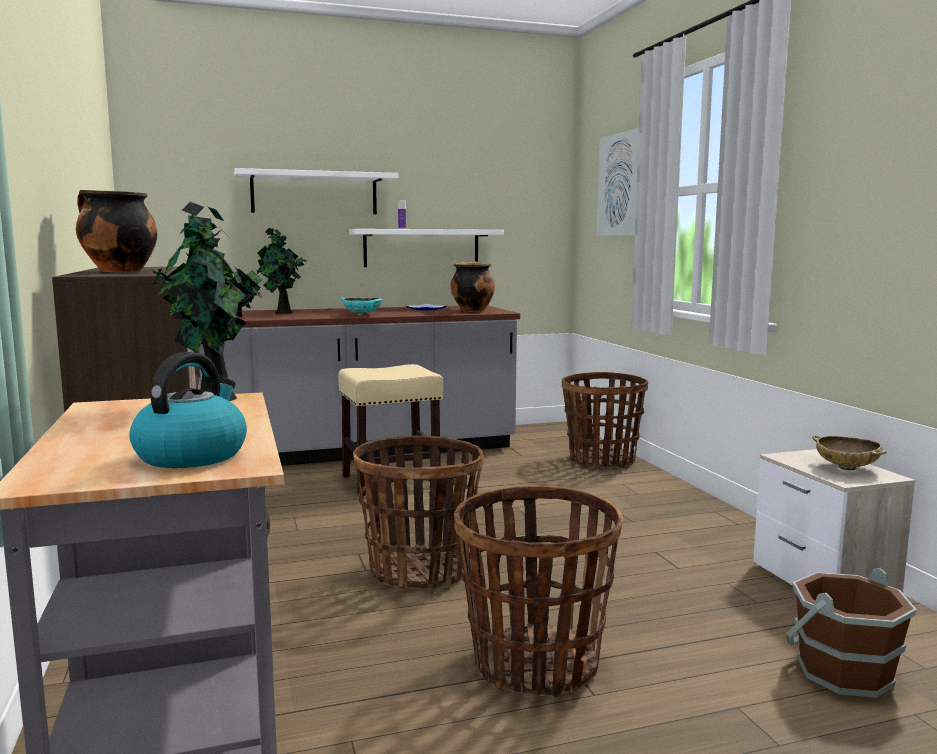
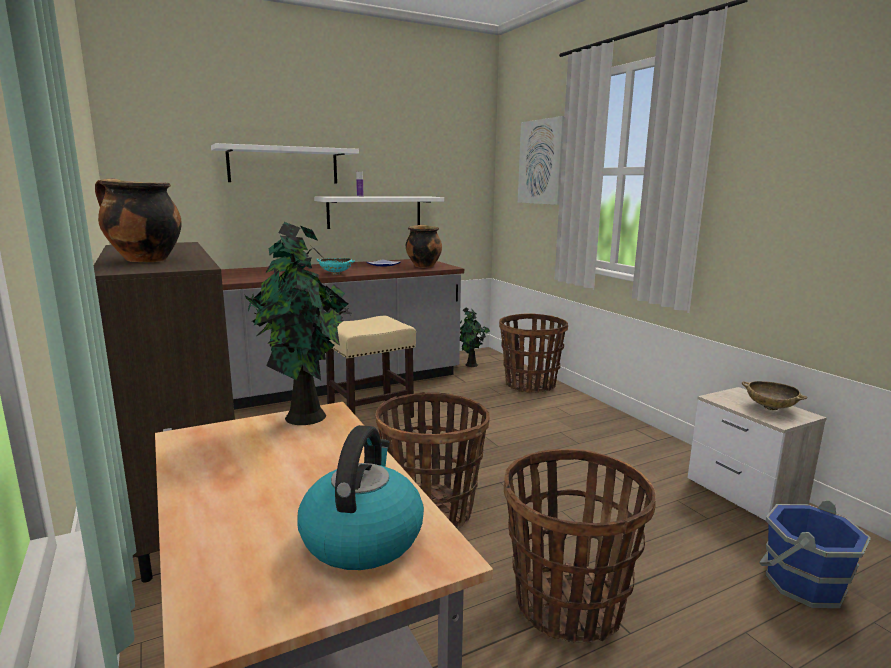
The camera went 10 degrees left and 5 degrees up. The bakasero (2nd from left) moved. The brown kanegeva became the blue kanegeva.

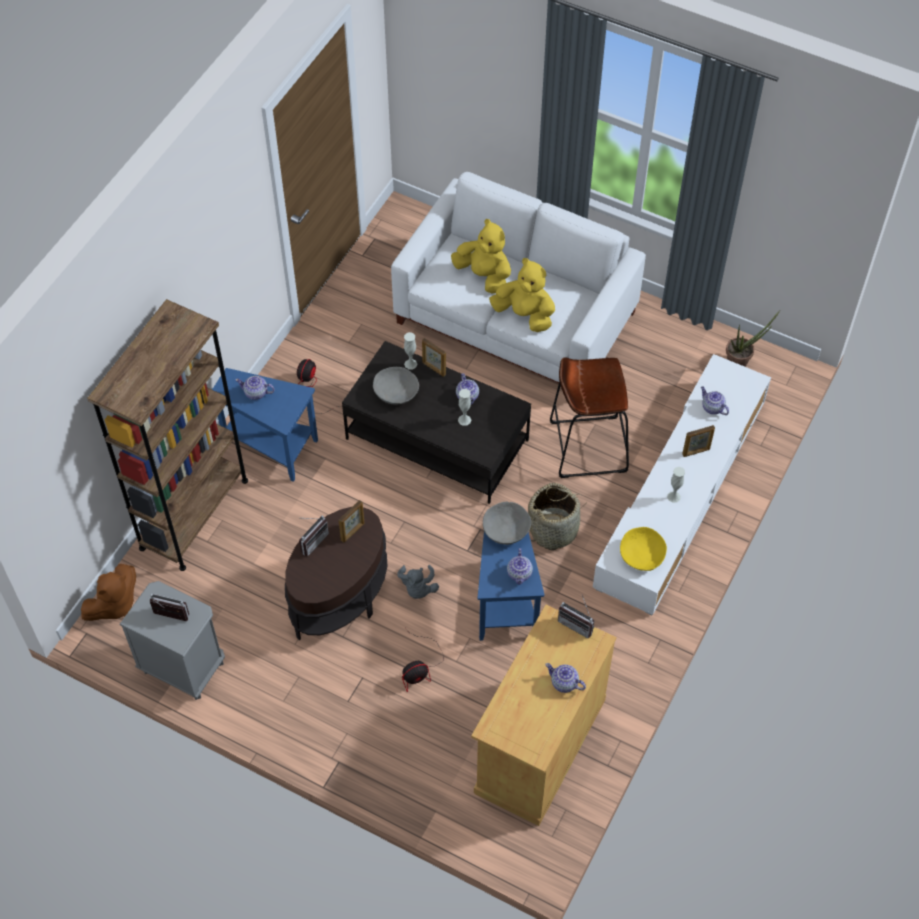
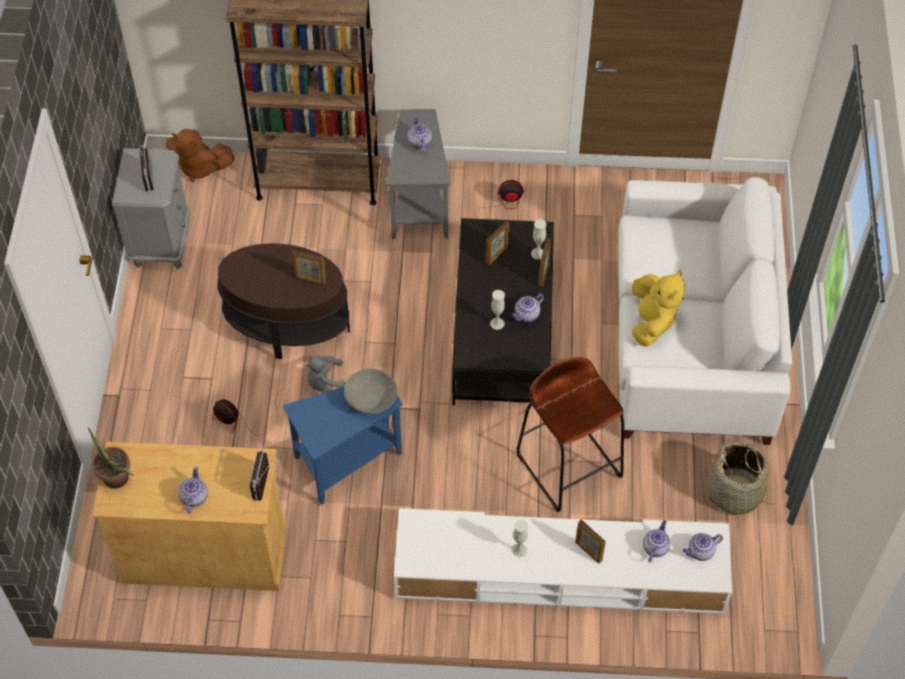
The camera went 65 degrees right and 0 degrees up. The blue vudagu (1st from left) became the grey vudagu. The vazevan (2nd from left) disappeared. The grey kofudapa (1st from left) was replaced by the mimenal (2nd from left). The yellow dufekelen (1st from left) disappeared. The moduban (3rd from left in the first image) moved. The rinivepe moved. The yellow kofudapa disappeared. The bakasero moved.

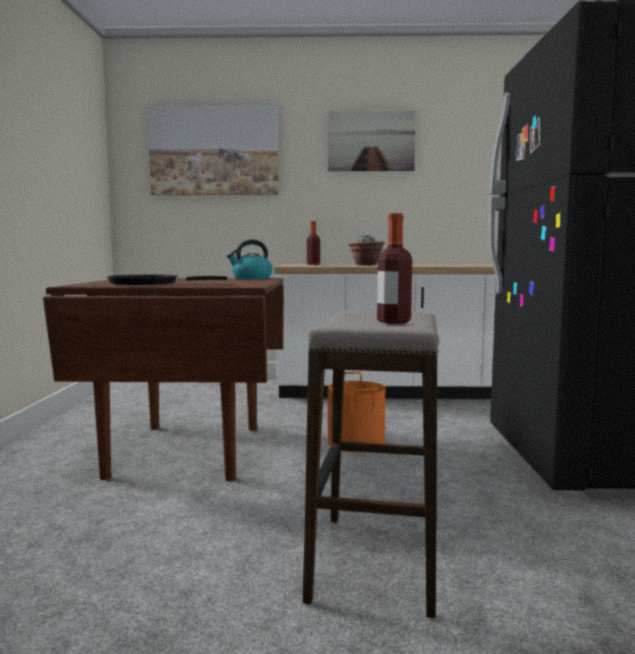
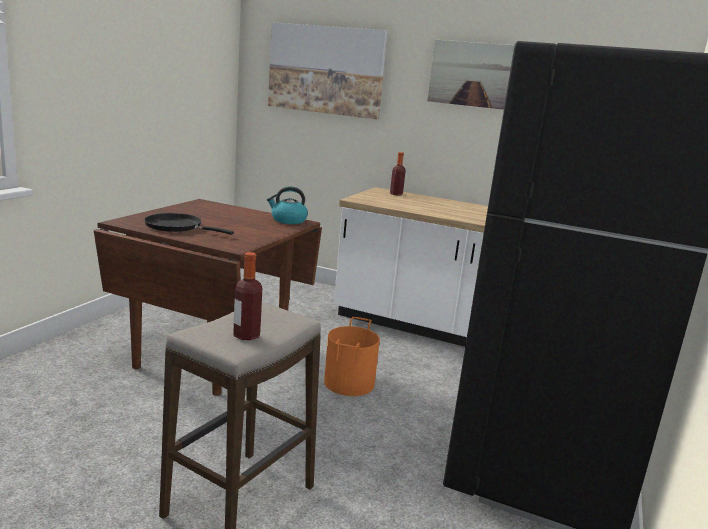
The camera went 20 degrees right and 10 degrees up. The bakasero disappeared.

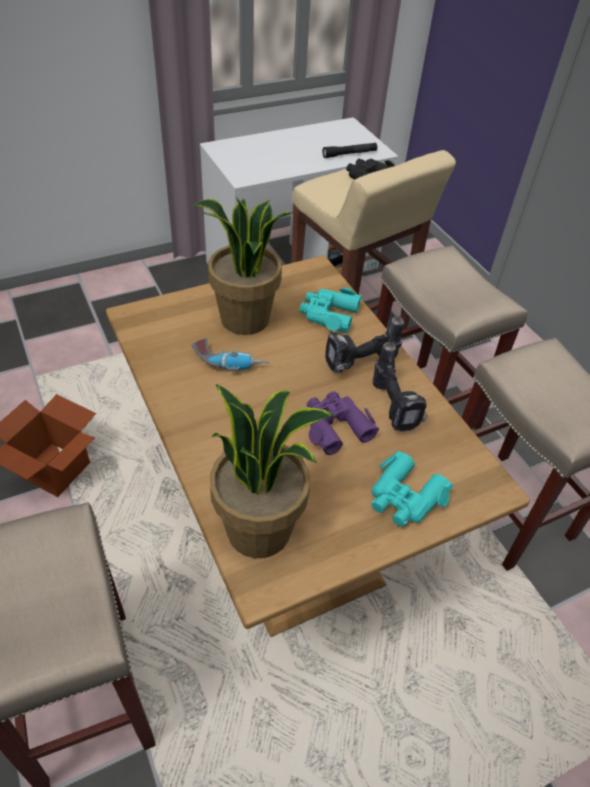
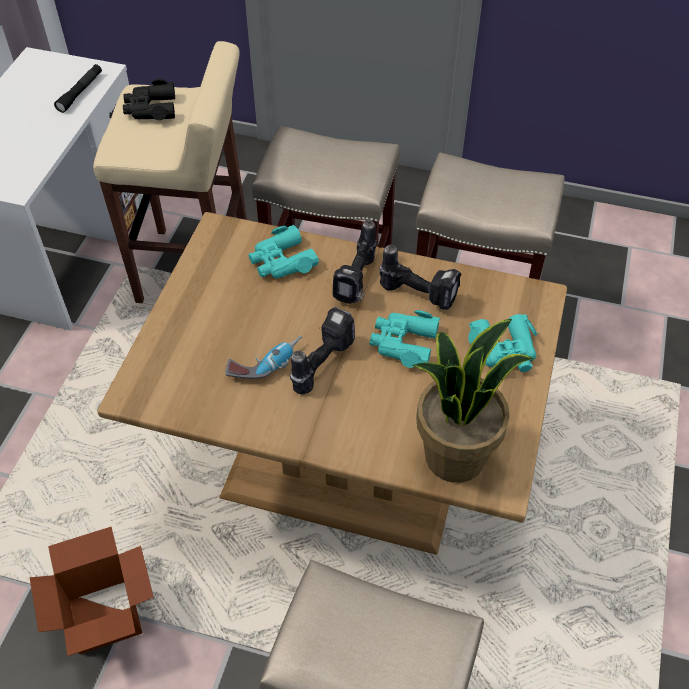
The camera went 45 degrees left and 5 degrees up. The bakasero (1st from left) disappeared. The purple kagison became the turquoise kagison (2nd from left). The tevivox (2nd from left) appeared.

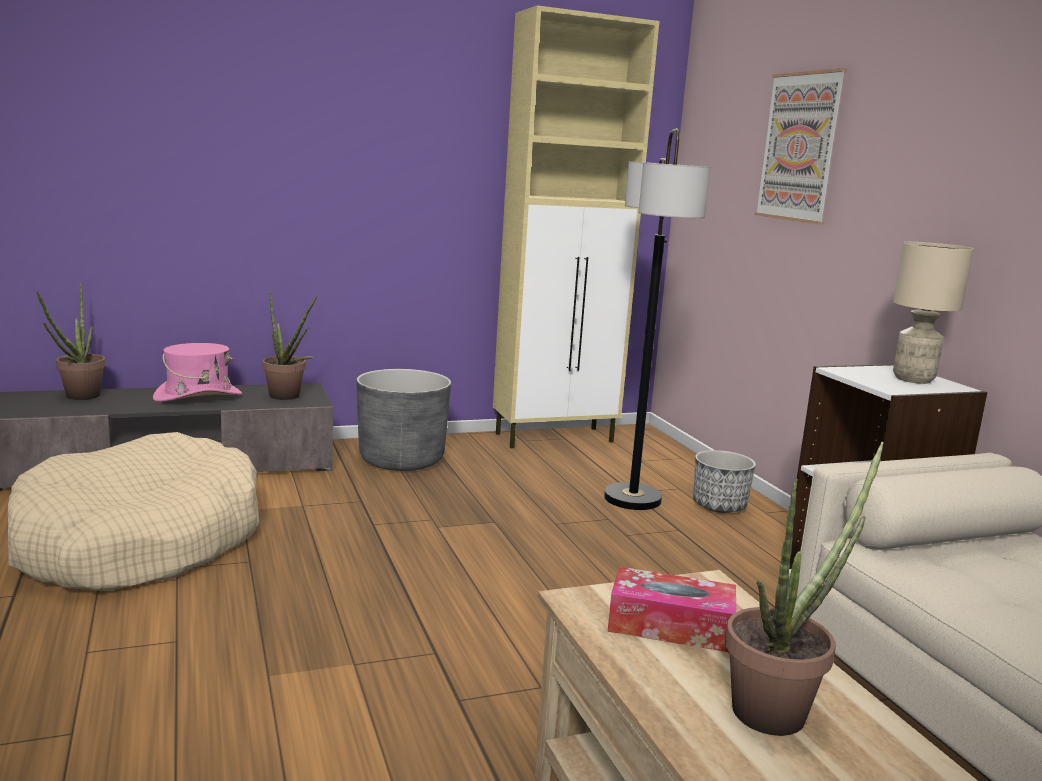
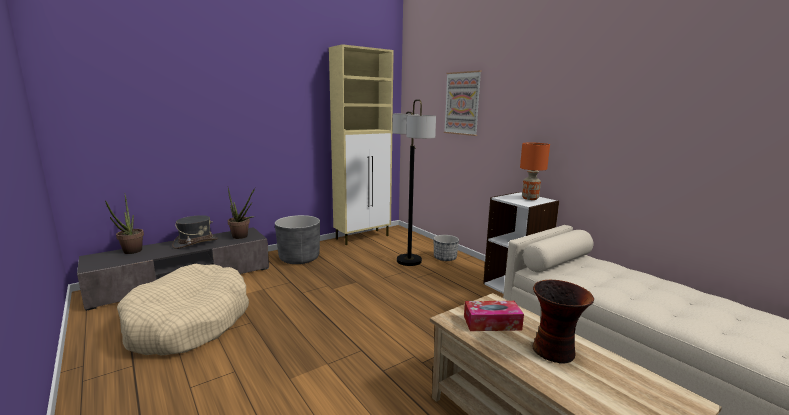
The camera went 15 degrees left and 0 degrees up. The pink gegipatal became the grey gegipatal. The bakasero (3rd from left) was replaced by the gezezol. The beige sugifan became the orange sugifan.

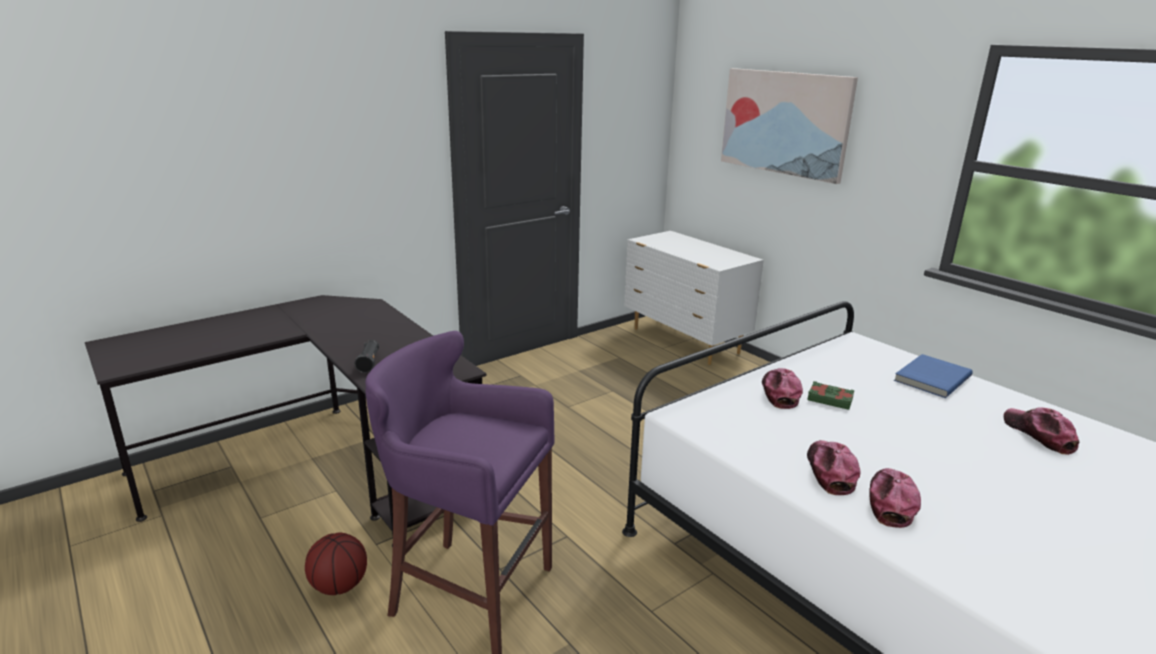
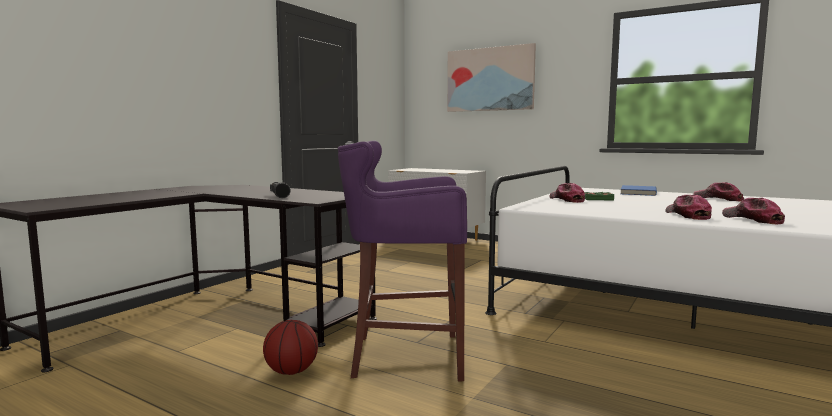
The camera went 20 degrees left and 15 degrees down. The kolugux (2nd from left in the first image) moved.

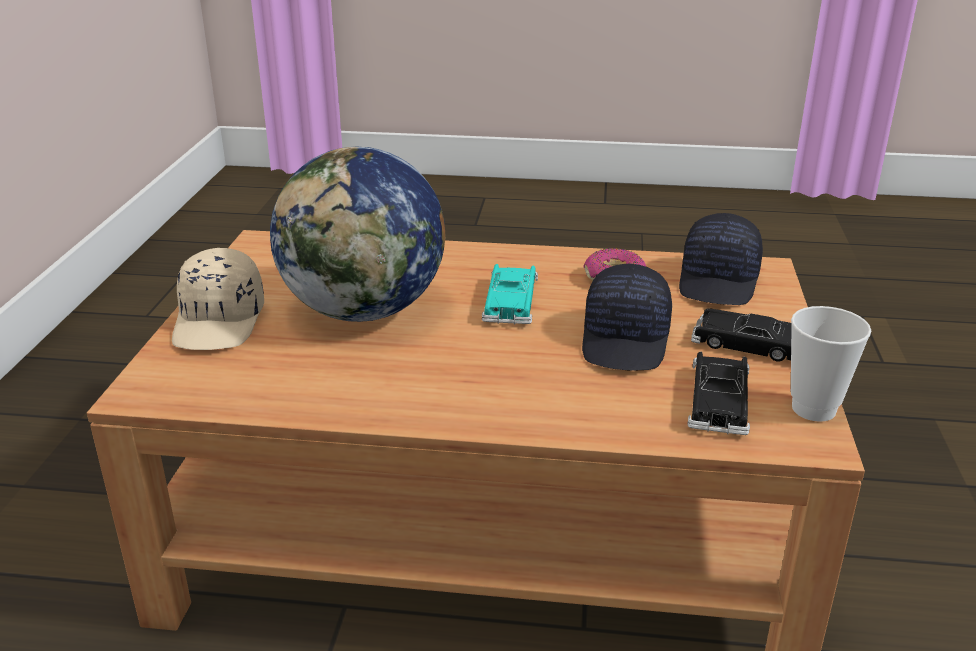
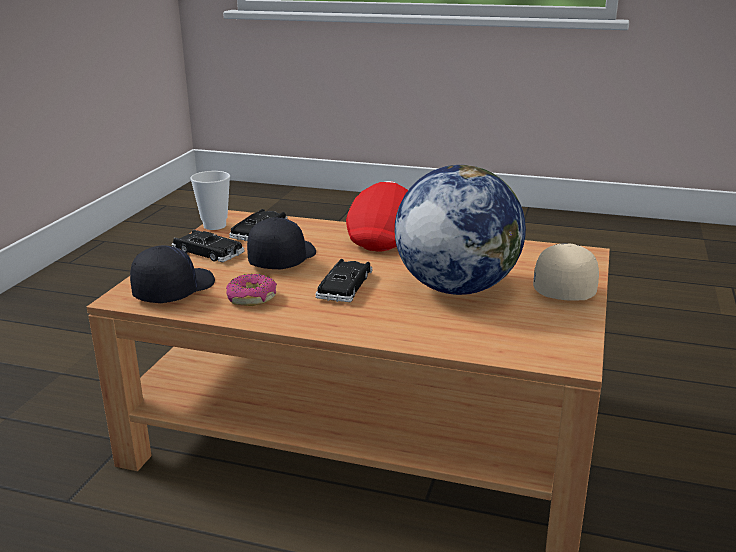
The camera went 170 degrees left and 5 degrees down. The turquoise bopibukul became the black bopibukul (3rd from left). The red kolugux appeared.

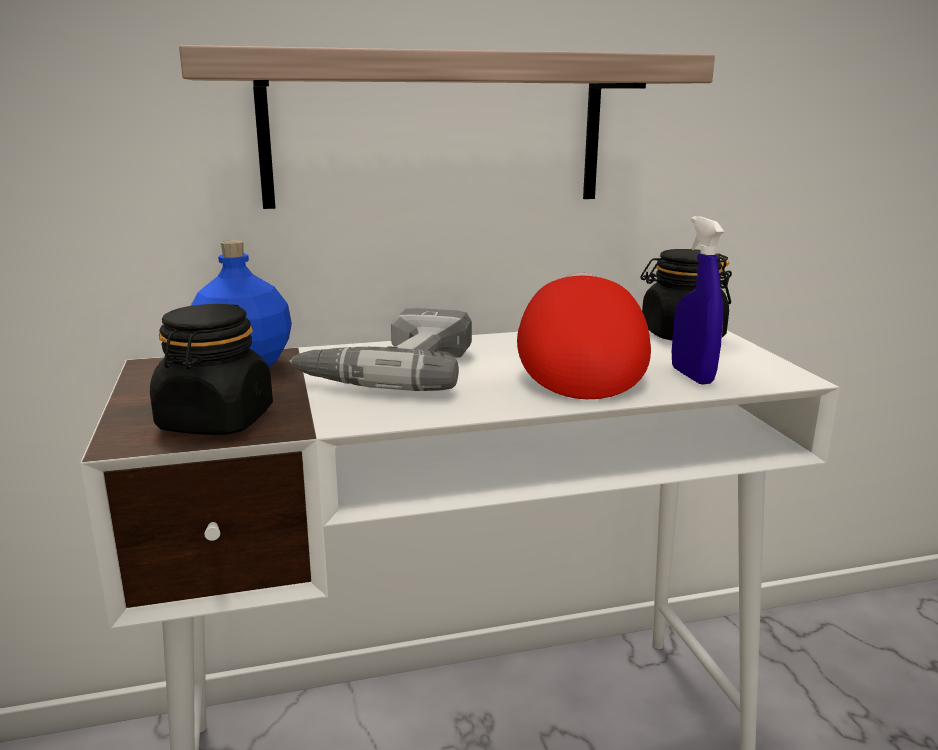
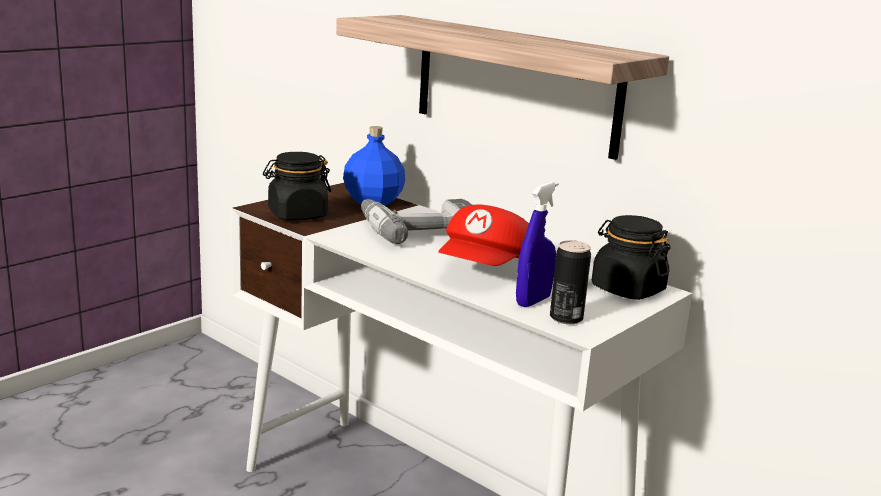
The camera went 55 degrees right and 0 degrees up. The red kolugux turned 150 degrees clockwise. The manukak appeared.

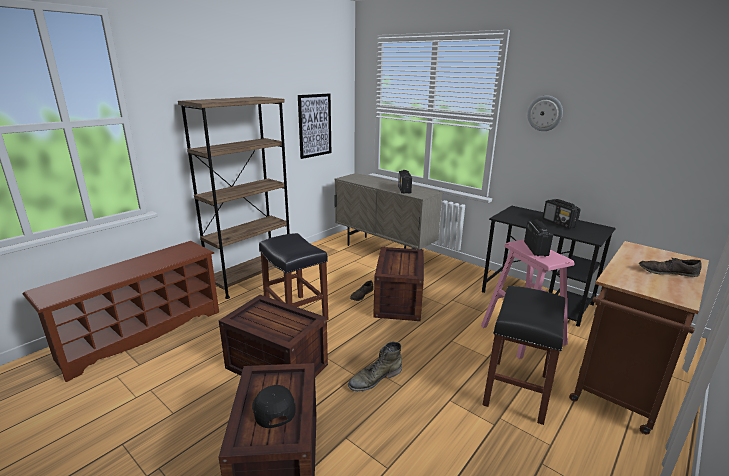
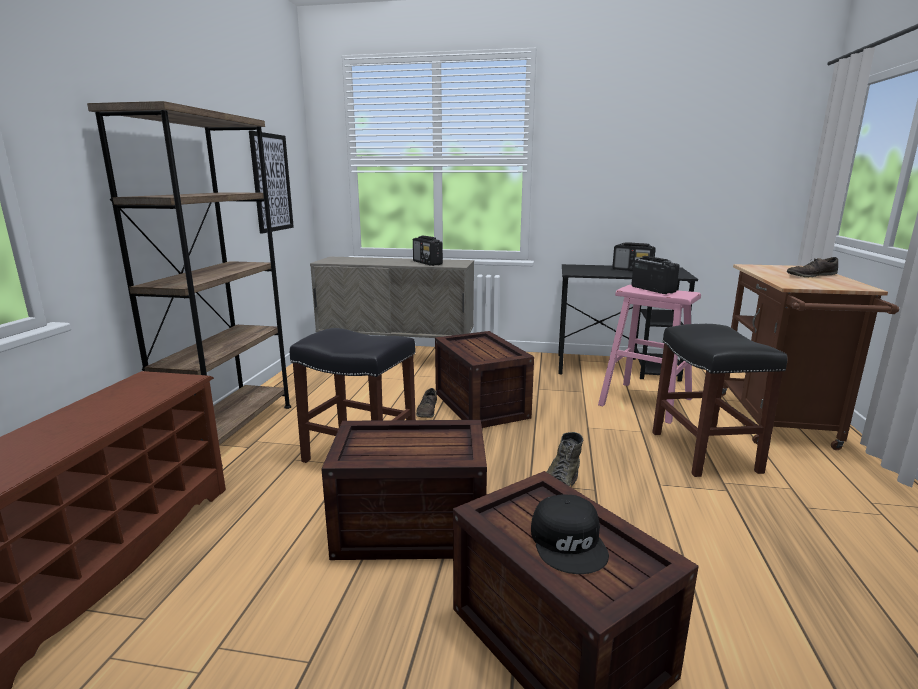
The camera went 30 degrees left and 5 degrees down. The black kolugux turned 135 degrees counterclockwise. The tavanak disappeared.

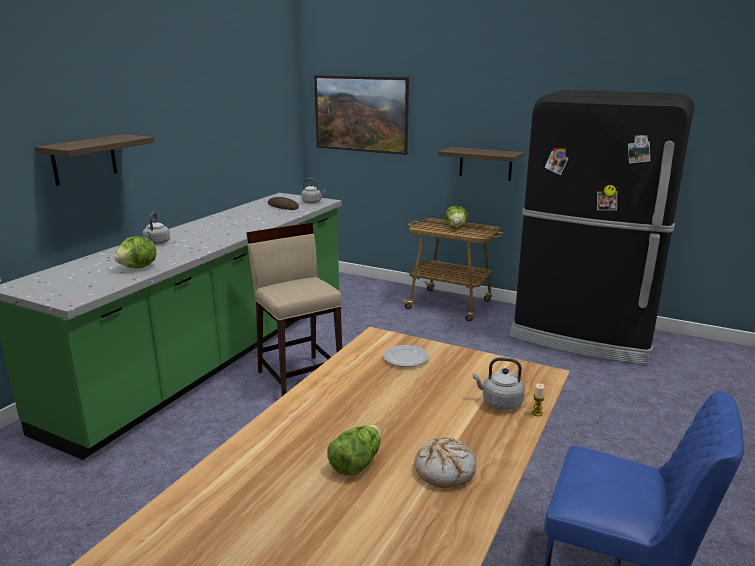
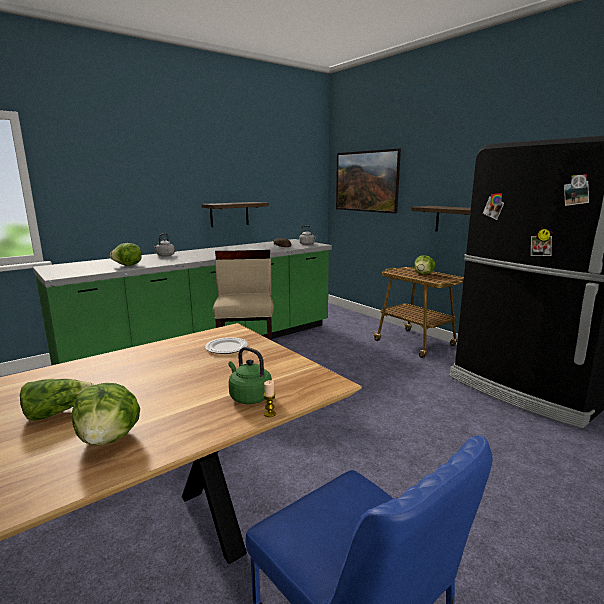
The camera went 25 degrees right and 5 degrees down. The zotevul (1st from left) moved. The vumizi (2nd from left) was replaced by the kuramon (2nd from left). The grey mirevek (3rd from left) became the green mirevek.

